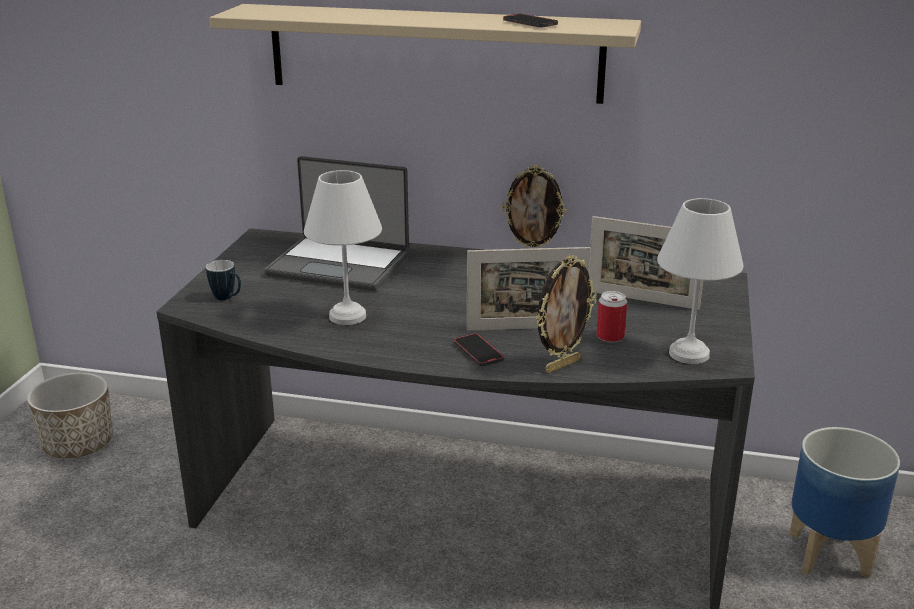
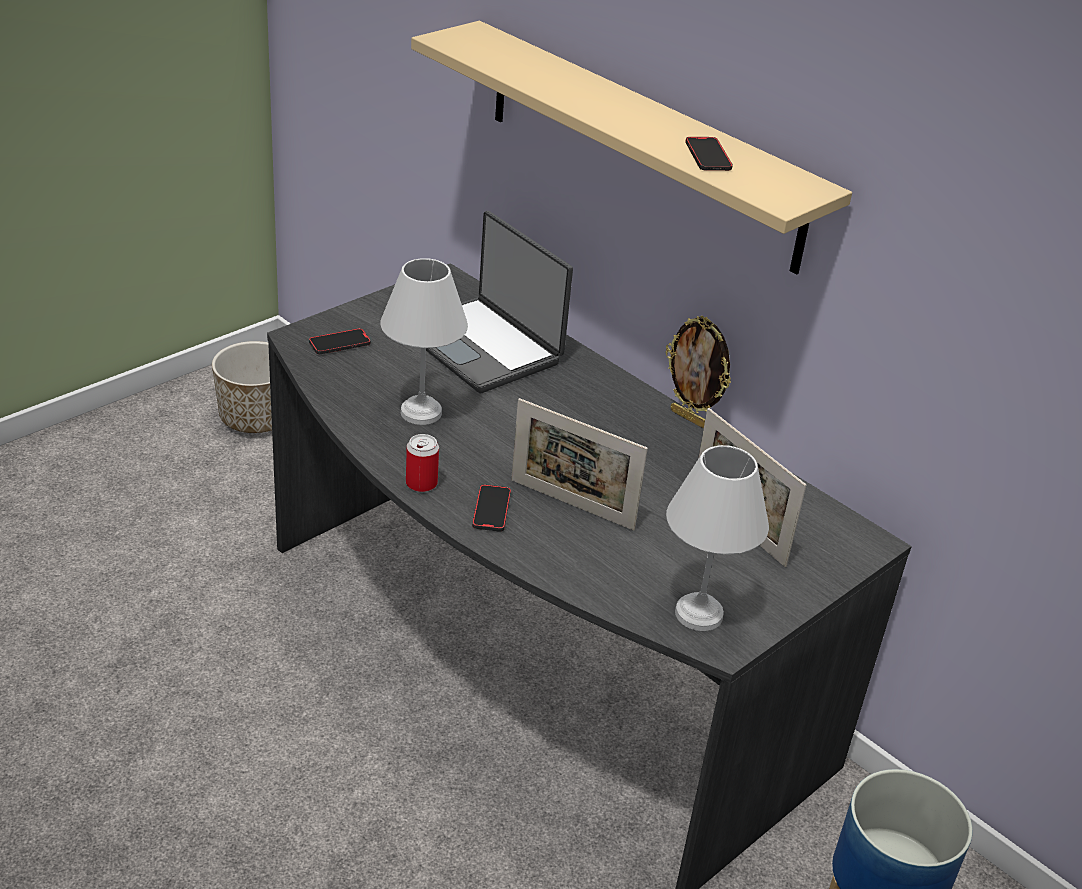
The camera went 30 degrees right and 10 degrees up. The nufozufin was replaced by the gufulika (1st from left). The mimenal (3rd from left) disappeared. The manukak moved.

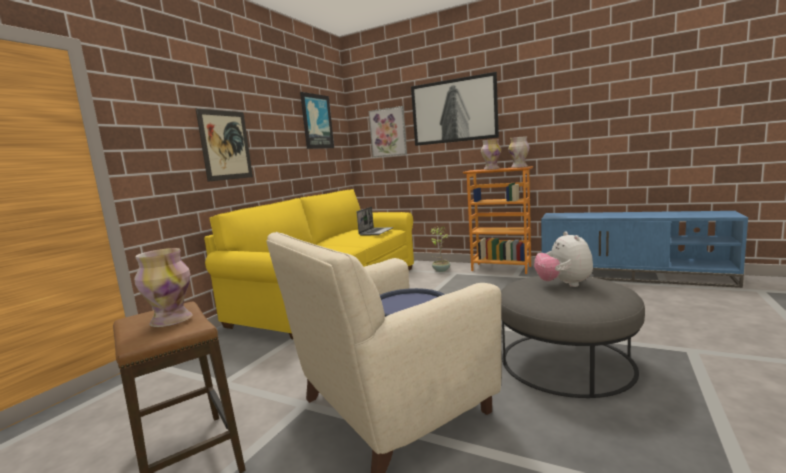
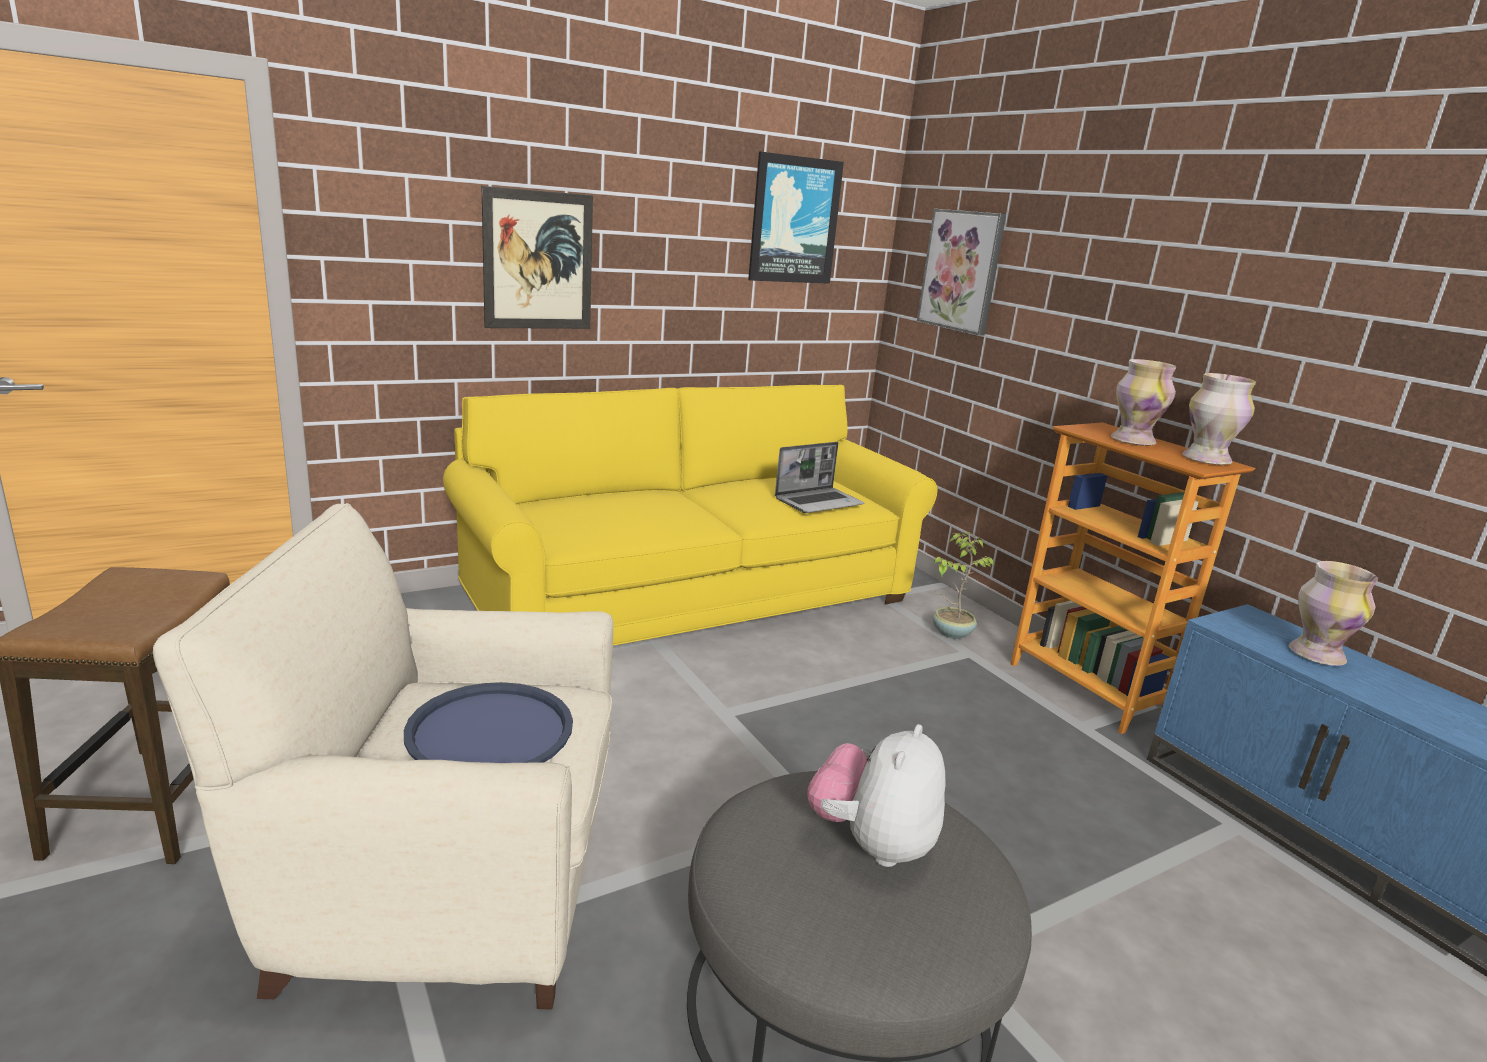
The camera went 30 degrees right and 10 degrees up. The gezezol (1st from left in the first image) moved. The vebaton (4th from left) disappeared.

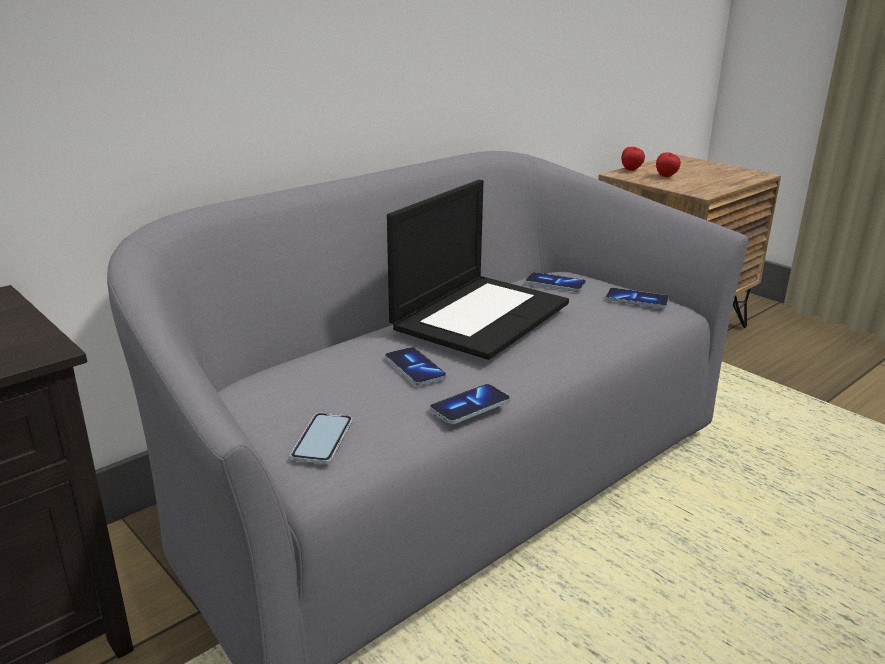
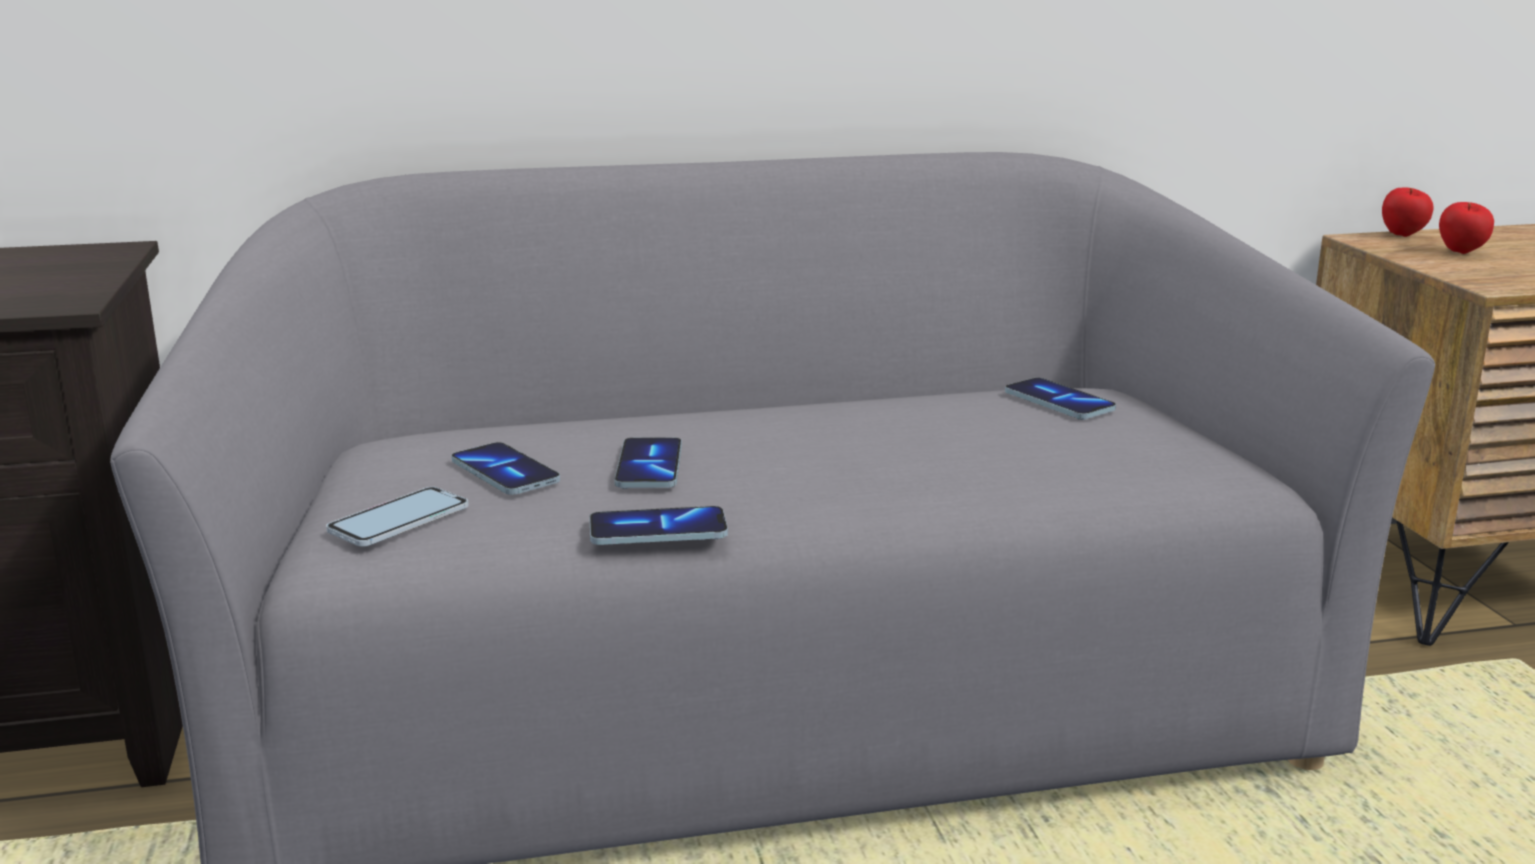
The camera went 30 degrees right and 5 degrees down. The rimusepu disappeared. The gufulika (5th from left in the first image) moved.

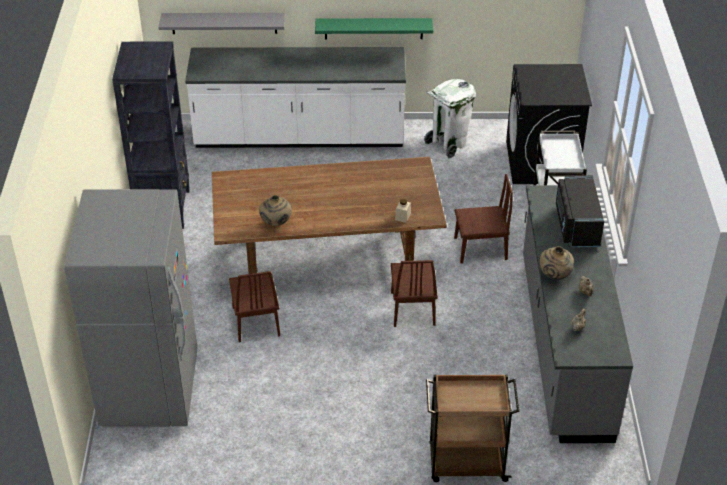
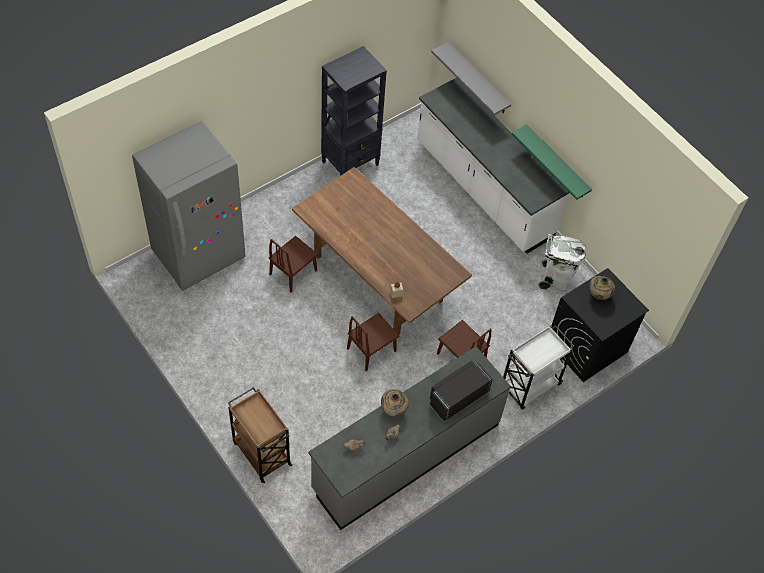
The camera went 50 degrees right and 15 degrees up. The beige gezezol (1st from left in the first image) moved.

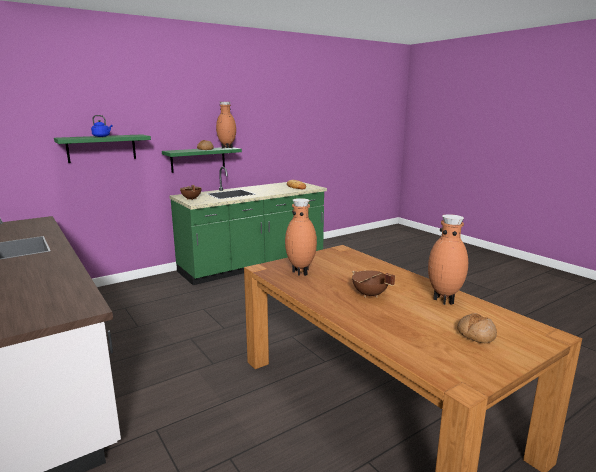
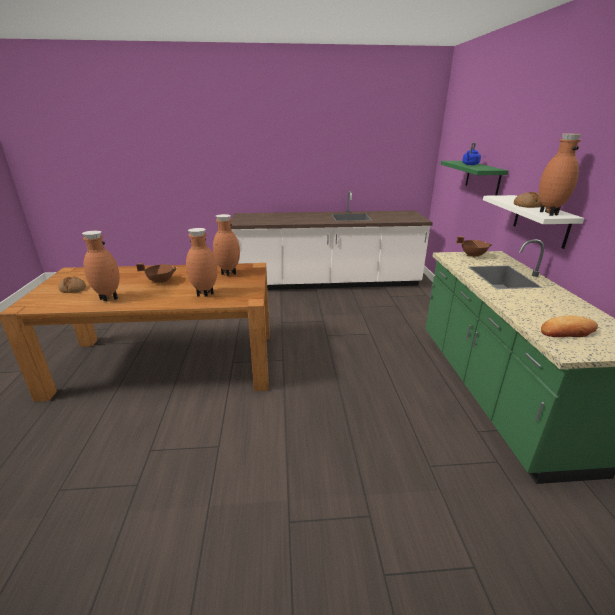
The camera went 120 degrees right and 10 degrees up. The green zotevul (2nd from left) became the white zotevul. The brown gezezol (2nd from left) appeared.

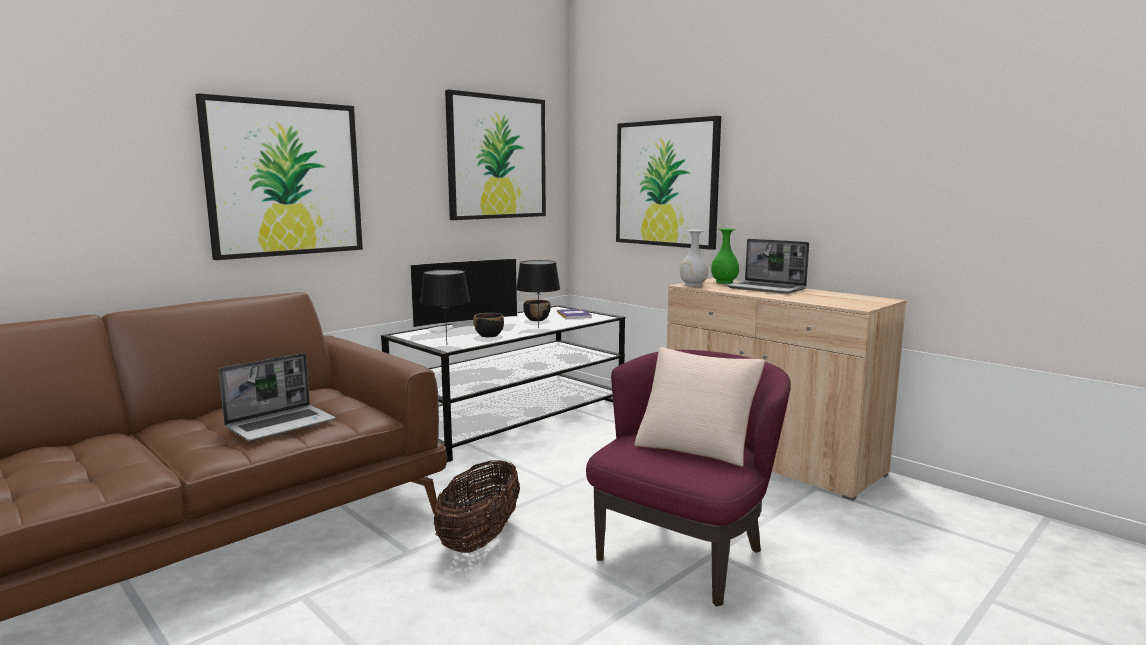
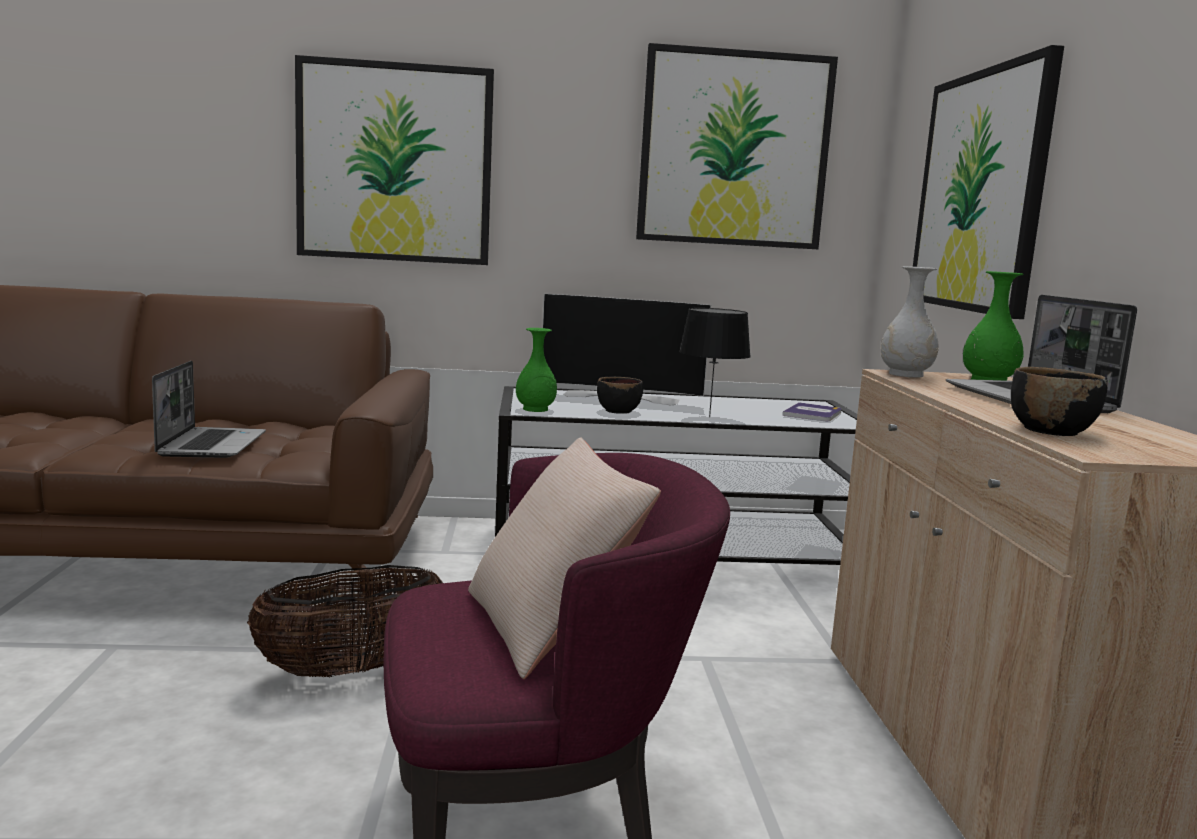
The camera went 40 degrees right and 0 degrees up. The rimusepu (1st from left) turned 90 degrees counterclockwise. The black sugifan (1st from left) was replaced by the green gezezol (1st from left). The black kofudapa (2nd from left) moved.

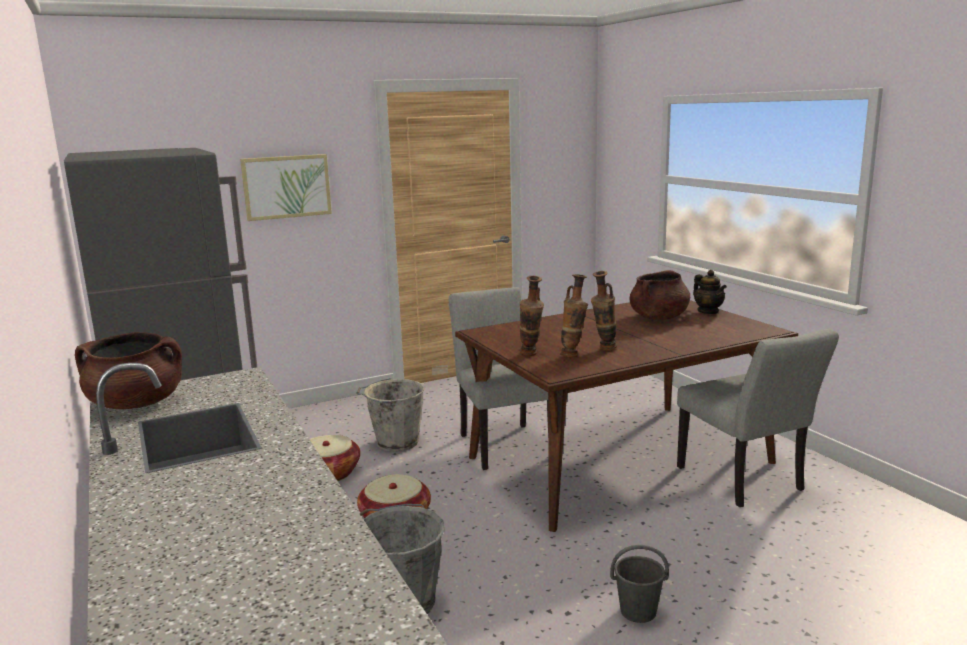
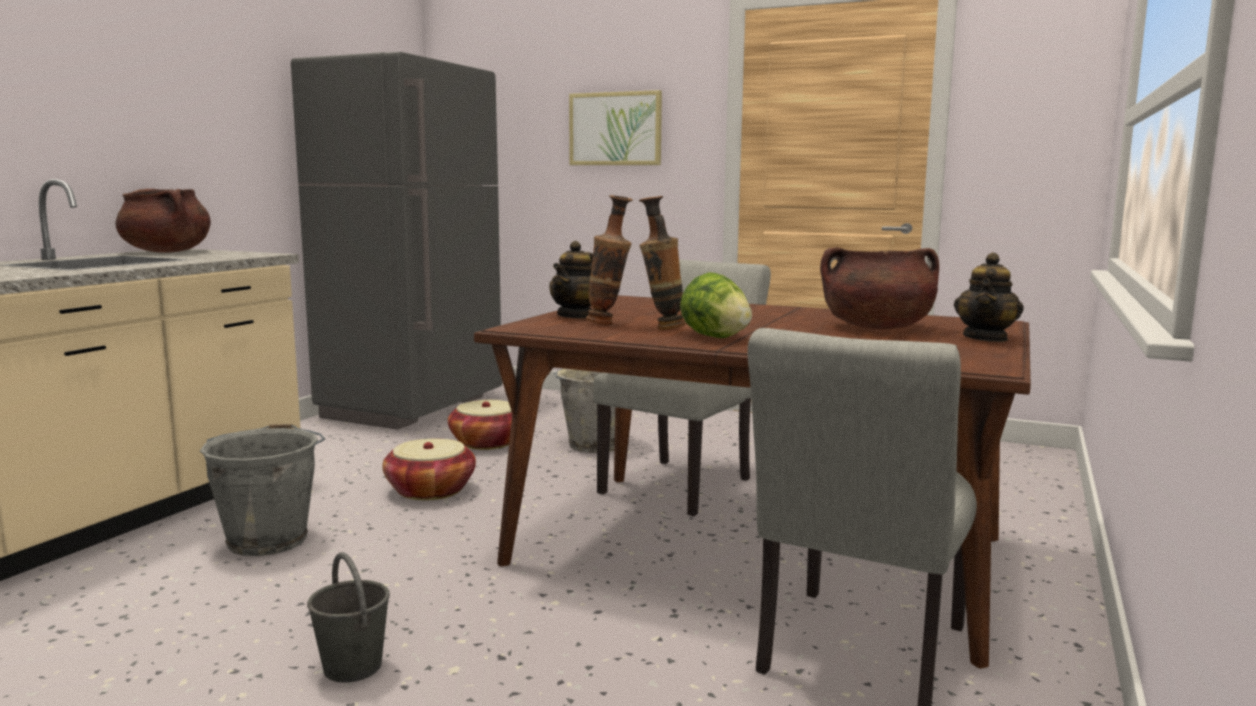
The camera went 50 degrees right and 5 degrees down. The gezezol (1st from left) was replaced by the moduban (1st from left). The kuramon appeared.

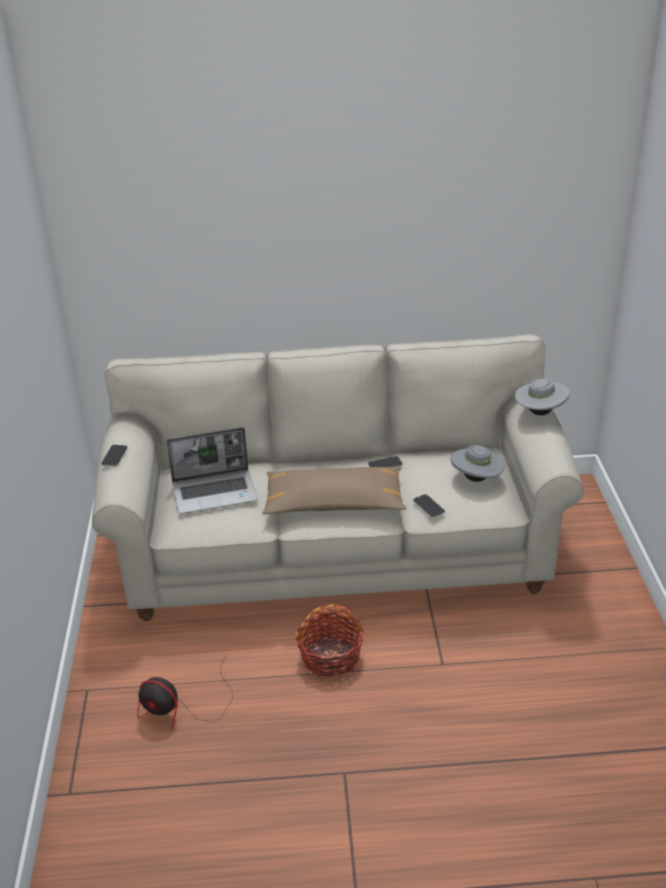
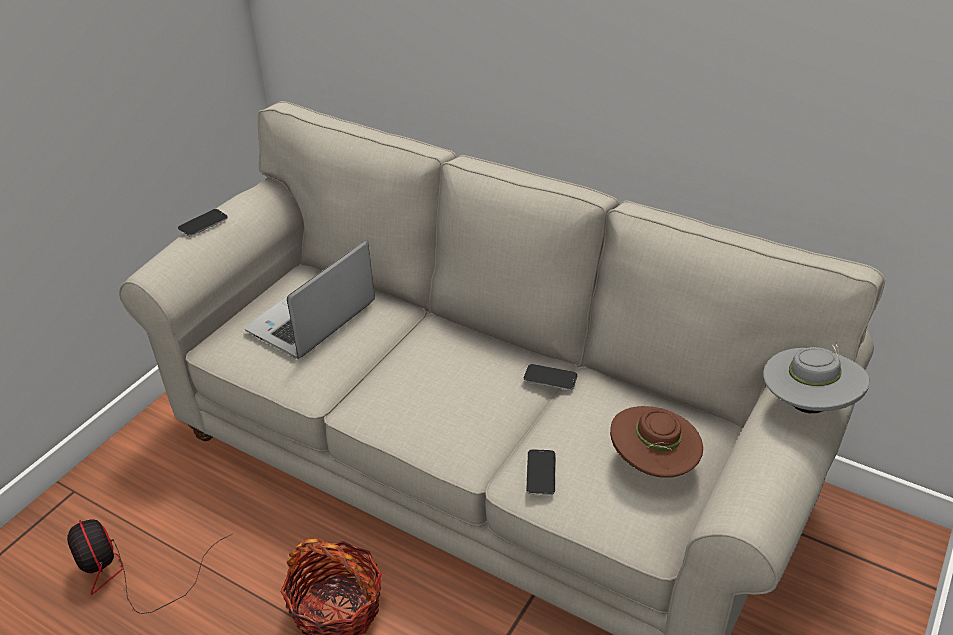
The camera went 35 degrees right and 5 degrees up. The rimusepu turned 105 degrees clockwise. The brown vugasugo disappeared. The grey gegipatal (1st from left) became the brown gegipatal.

